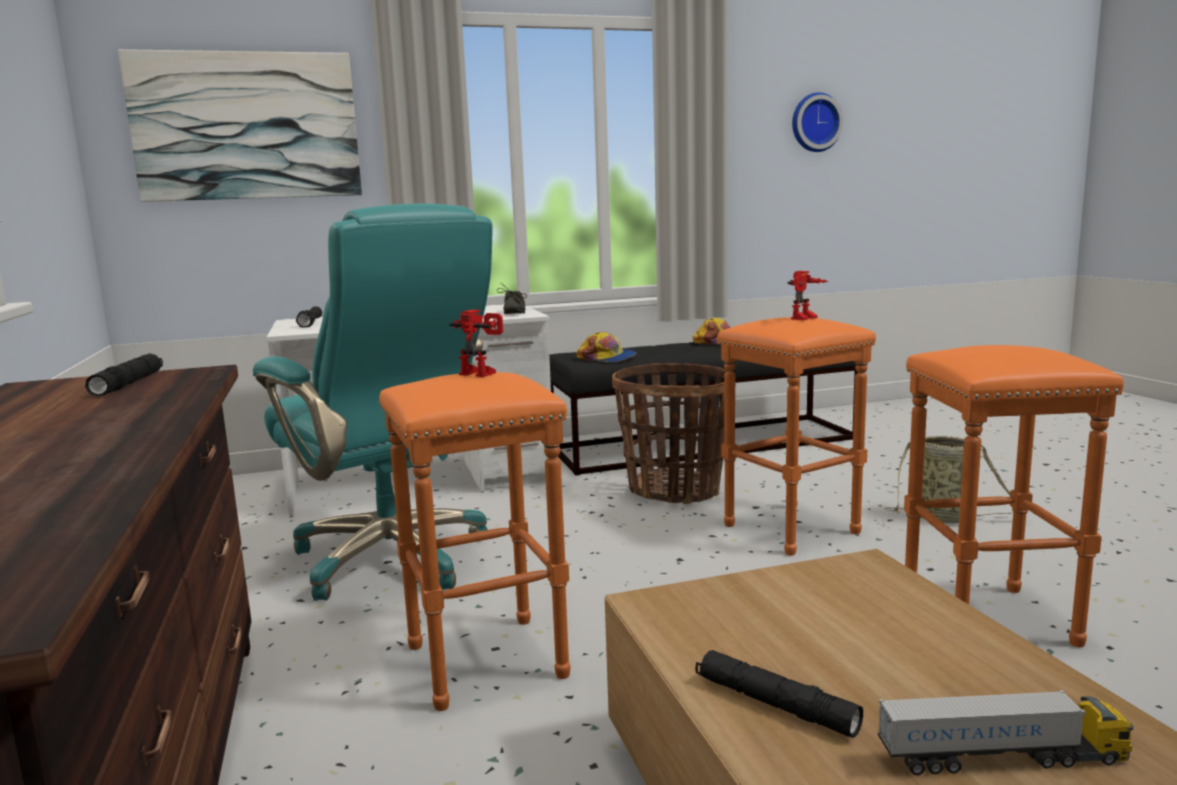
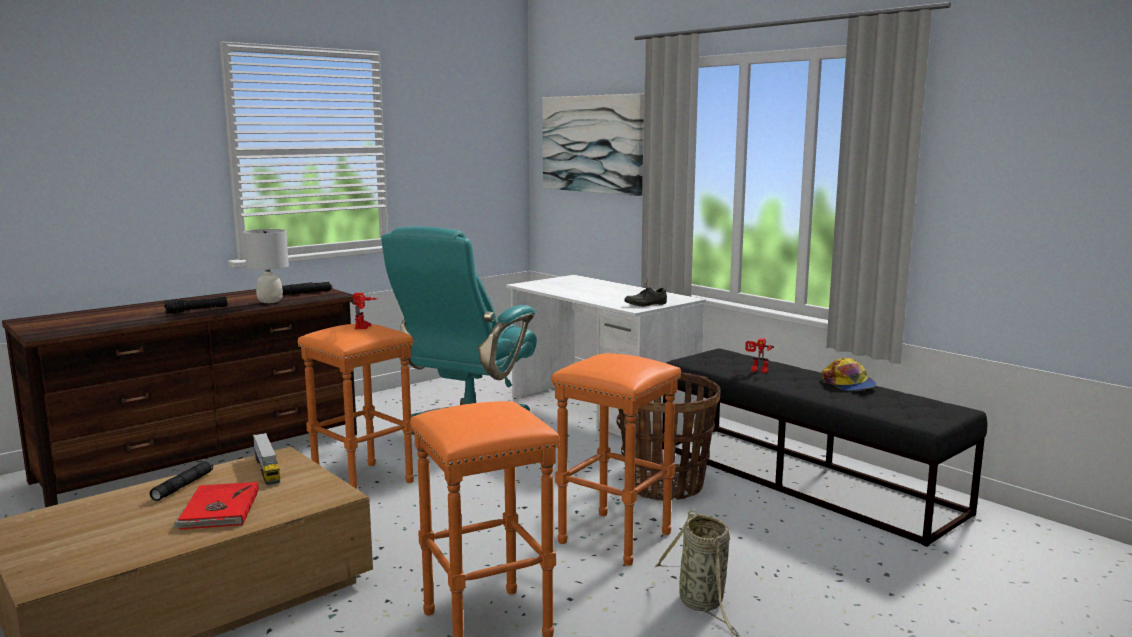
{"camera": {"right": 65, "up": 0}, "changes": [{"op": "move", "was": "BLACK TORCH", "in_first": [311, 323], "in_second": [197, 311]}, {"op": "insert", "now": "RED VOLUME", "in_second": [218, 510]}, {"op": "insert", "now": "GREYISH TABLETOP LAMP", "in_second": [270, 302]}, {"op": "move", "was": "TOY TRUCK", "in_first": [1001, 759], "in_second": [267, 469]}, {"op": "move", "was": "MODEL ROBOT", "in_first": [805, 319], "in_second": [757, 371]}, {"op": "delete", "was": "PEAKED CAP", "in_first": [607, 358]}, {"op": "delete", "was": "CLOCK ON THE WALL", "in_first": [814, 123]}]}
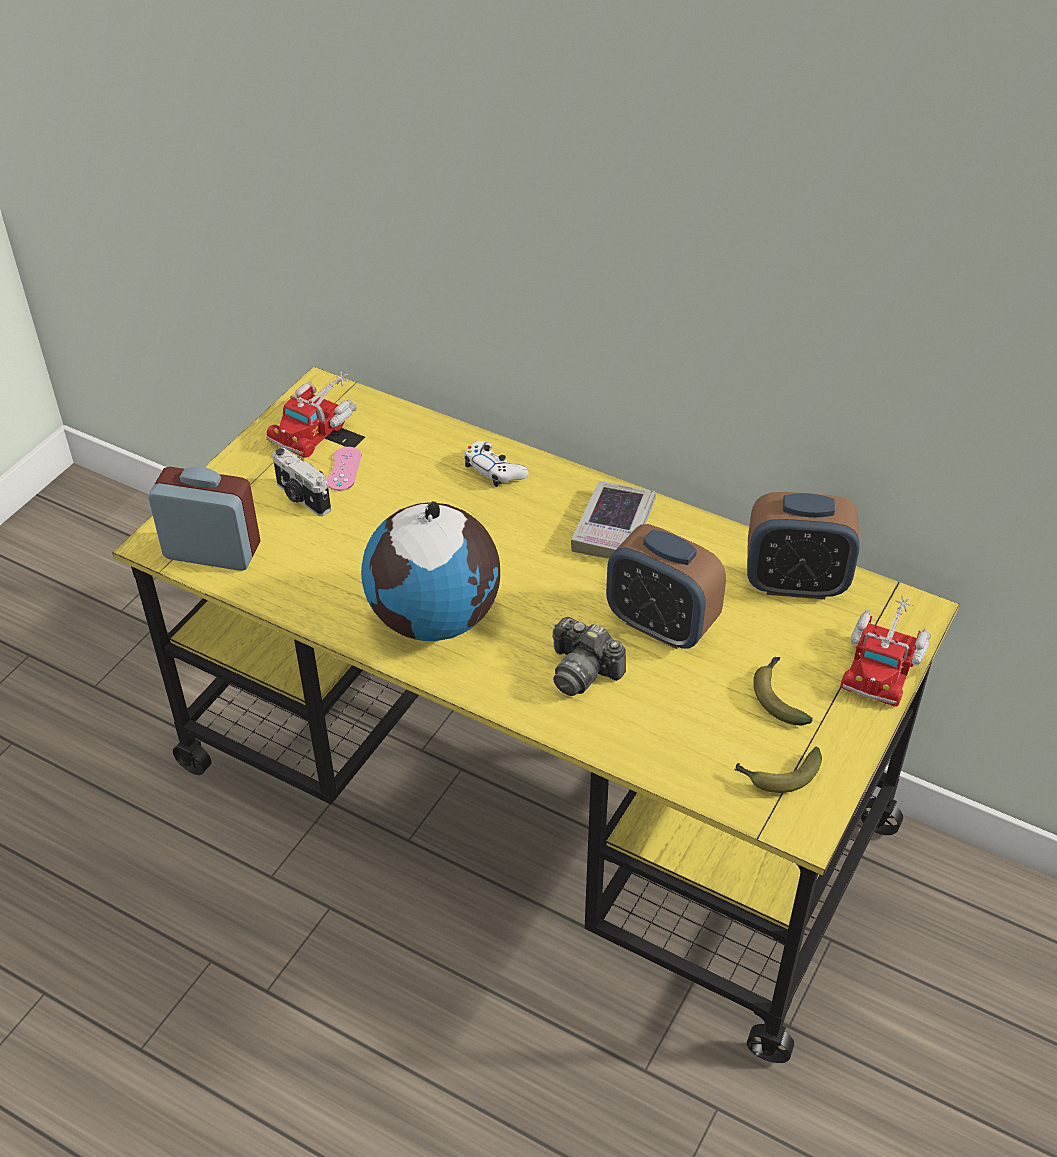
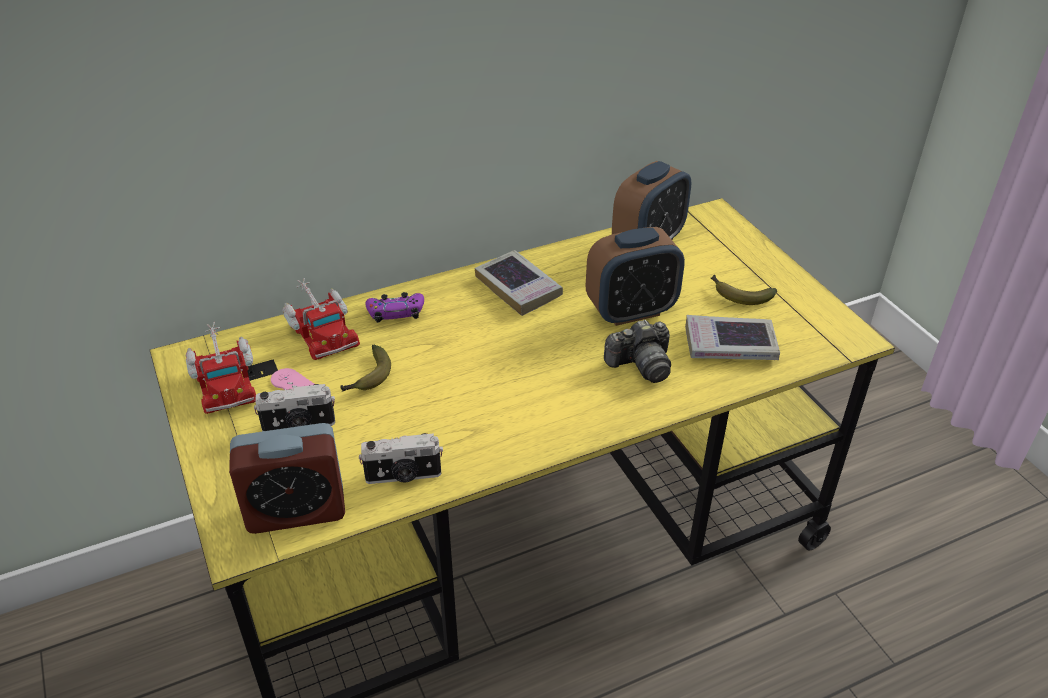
{"camera": {"right": -55, "up": -5}, "changes": [{"op": "rotate", "was": "TABLE CLOCK", "in_first": [212, 551], "in_second": [296, 511], "clockwise": -150}, {"op": "move", "was": "TOY TRUCK", "in_first": [883, 661], "in_second": [321, 329]}, {"op": "move", "was": "BANANA FRUIT", "in_first": [778, 776], "in_second": [368, 378]}, {"op": "insert", "now": "STILL CAMERA", "in_second": [403, 476]}, {"op": "recolor", "was": "WHITE-COLOURED GAMEPAD", "now": "PURPLISH GAMEPAD", "in_first": [494, 470], "in_second": [396, 312]}, {"op": "insert", "now": "VOLUME", "in_second": [730, 345]}, {"op": "delete", "was": "GLOBE", "in_first": [436, 618]}]}
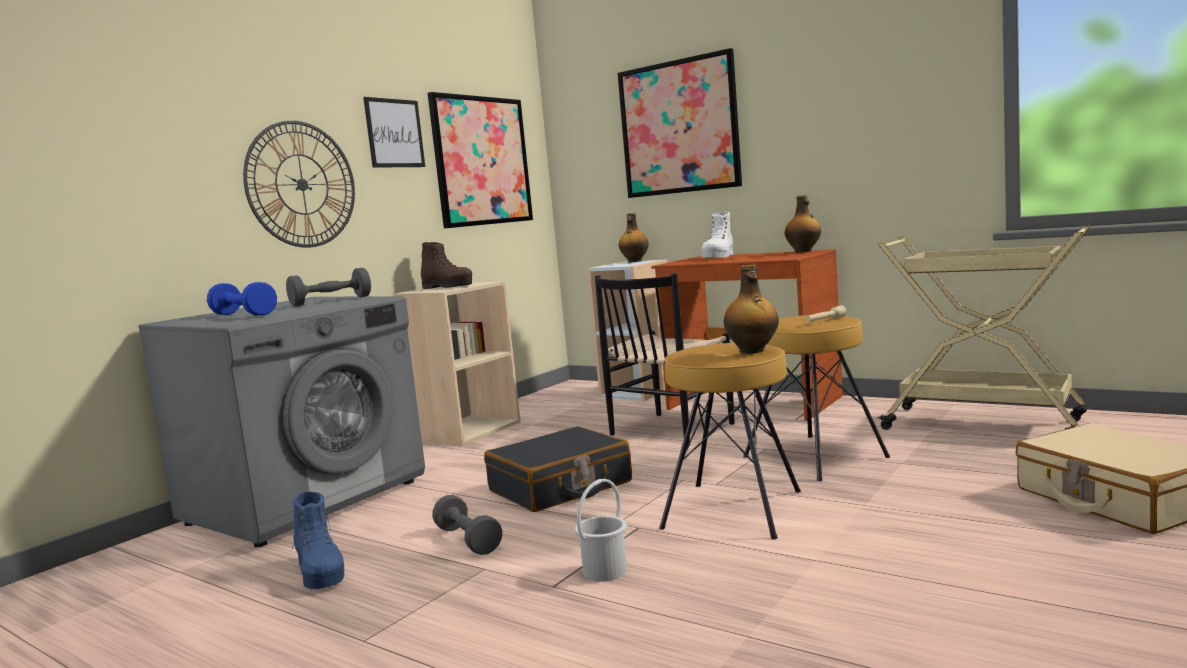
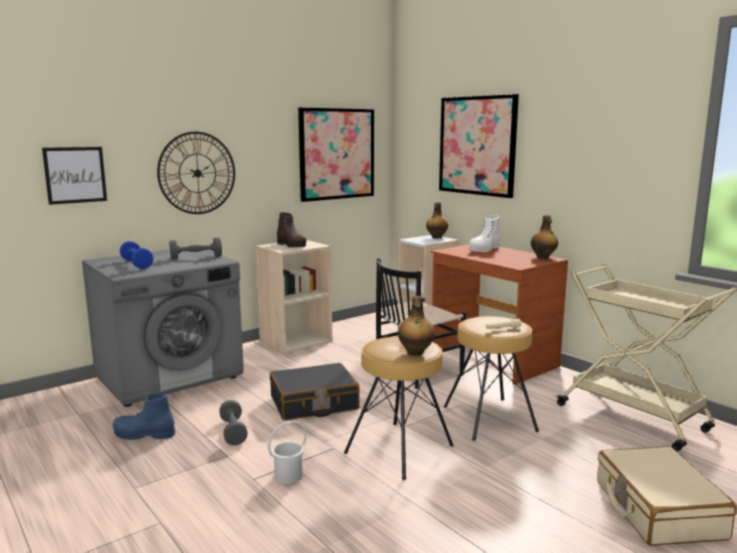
{"camera": {"right": 15, "up": 5}, "changes": [{"op": "move", "was": "PICTURE", "in_first": [394, 133], "in_second": [75, 175]}, {"op": "rotate", "was": "BLUE-COLOURED TALL BOOT", "in_first": [321, 573], "in_second": [144, 434], "clockwise": 105}]}
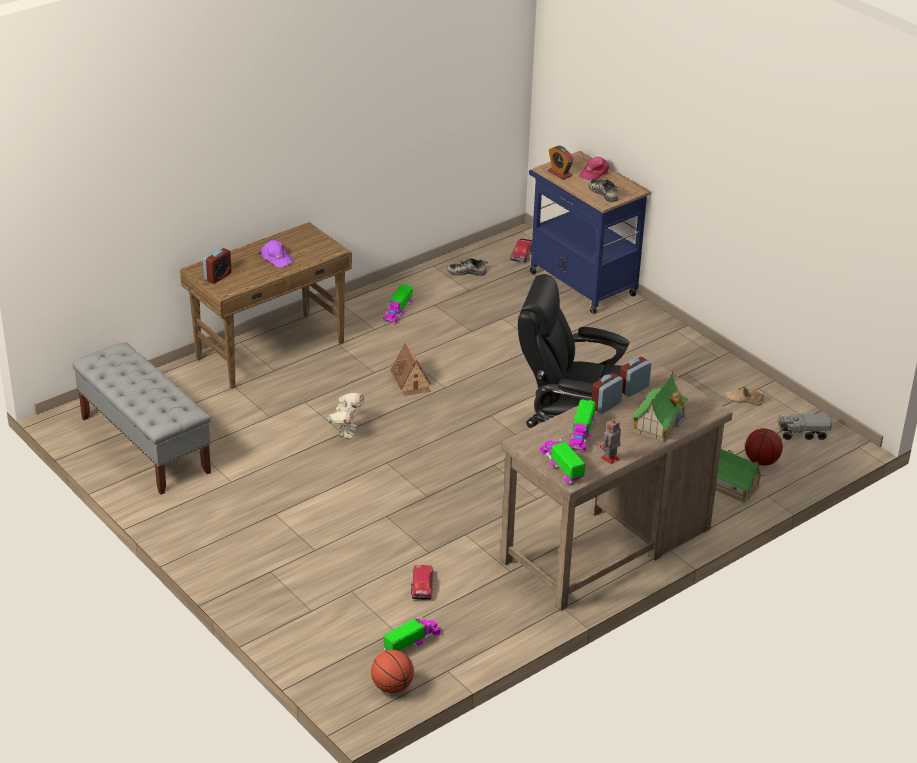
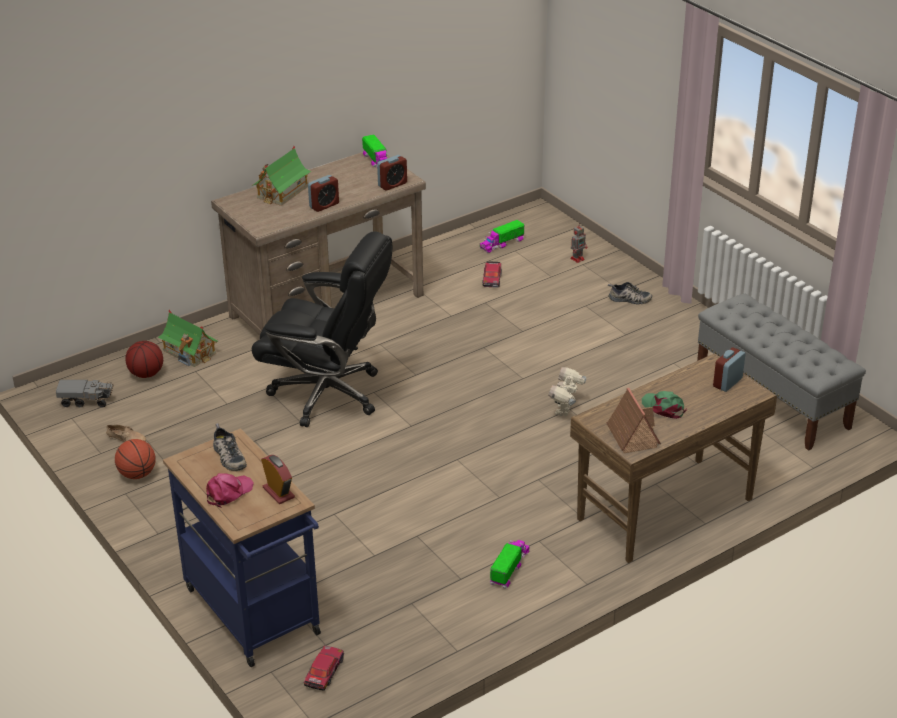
{"camera": {"right": -175, "up": 0}, "changes": [{"op": "move", "was": "BASKETBALL BALL", "in_first": [392, 687], "in_second": [137, 474]}, {"op": "move", "was": "TABLE CLOCK", "in_first": [633, 389], "in_second": [392, 184]}, {"op": "move", "was": "MODEL ROBOT", "in_first": [609, 459], "in_second": [578, 258]}, {"op": "move", "was": "MINIATURE HOUSE", "in_first": [411, 382], "in_second": [631, 436]}, {"op": "move", "was": "LOW SHOE", "in_first": [467, 271], "in_second": [629, 299]}, {"op": "recolor", "was": "PURPLISH PEAKED CAP", "now": "GREEN PEAKED CAP", "in_first": [276, 258], "in_second": [663, 407]}, {"op": "delete", "was": "TOY TRUCK", "in_first": [581, 435]}]}
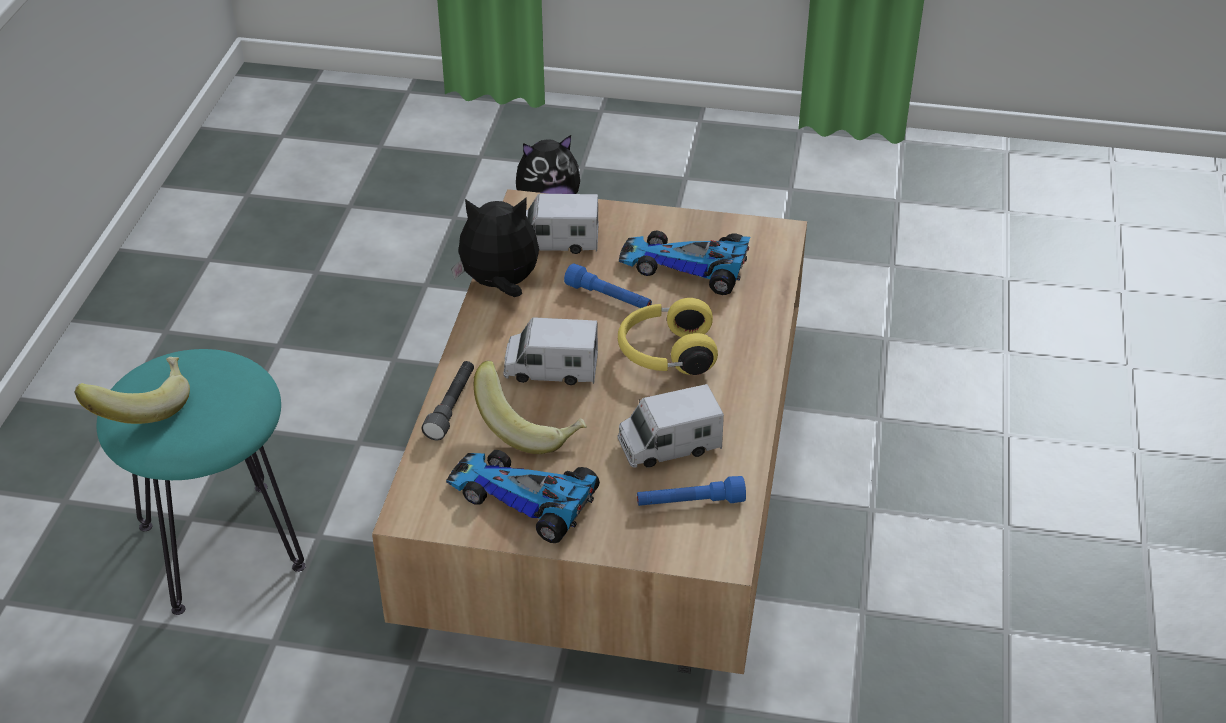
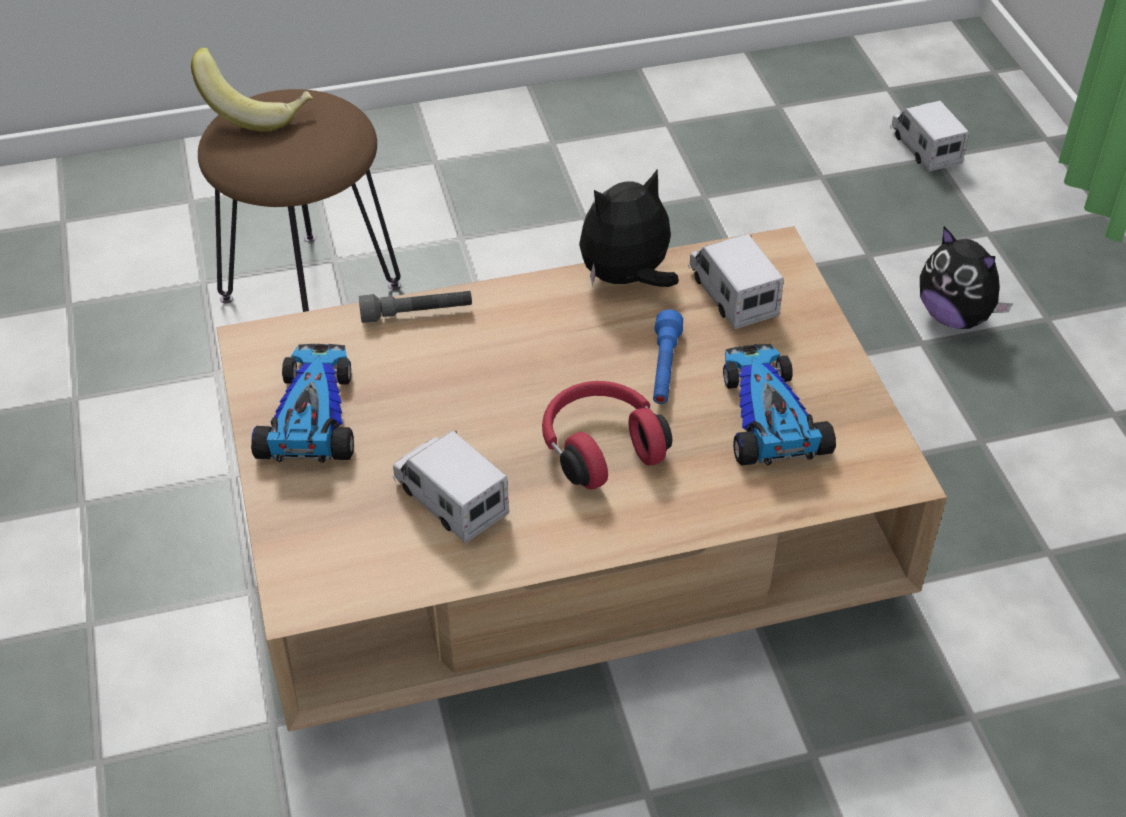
{"camera": {"right": 65, "up": 5}, "changes": [{"op": "recolor", "was": "TURQUOISE-COLOURED STOOL", "now": "BROWN STOOL", "in_first": [222, 546], "in_second": [311, 292]}, {"op": "recolor", "was": "YELLOW HEADSET", "now": "RED HEADSET", "in_first": [665, 354], "in_second": [600, 446]}, {"op": "rotate", "was": "CUDDLY TOY", "in_first": [500, 285], "in_second": [626, 279], "clockwise": -90}, {"op": "move", "was": "TOY TRUCK", "in_first": [551, 369], "in_second": [925, 148]}, {"op": "delete", "was": "BANANA FRUIT", "in_first": [530, 427]}, {"op": "delete", "was": "BLUE-COLOURED TORCH", "in_first": [690, 503]}]}
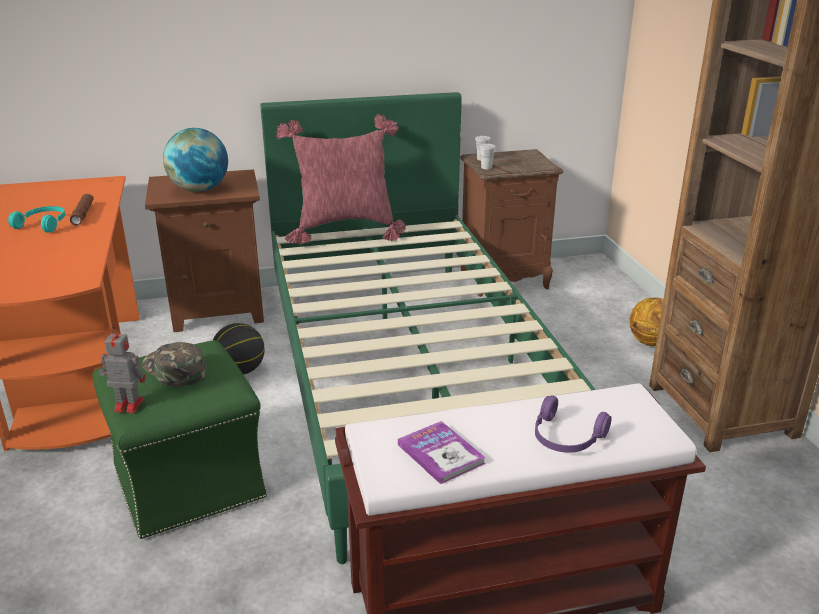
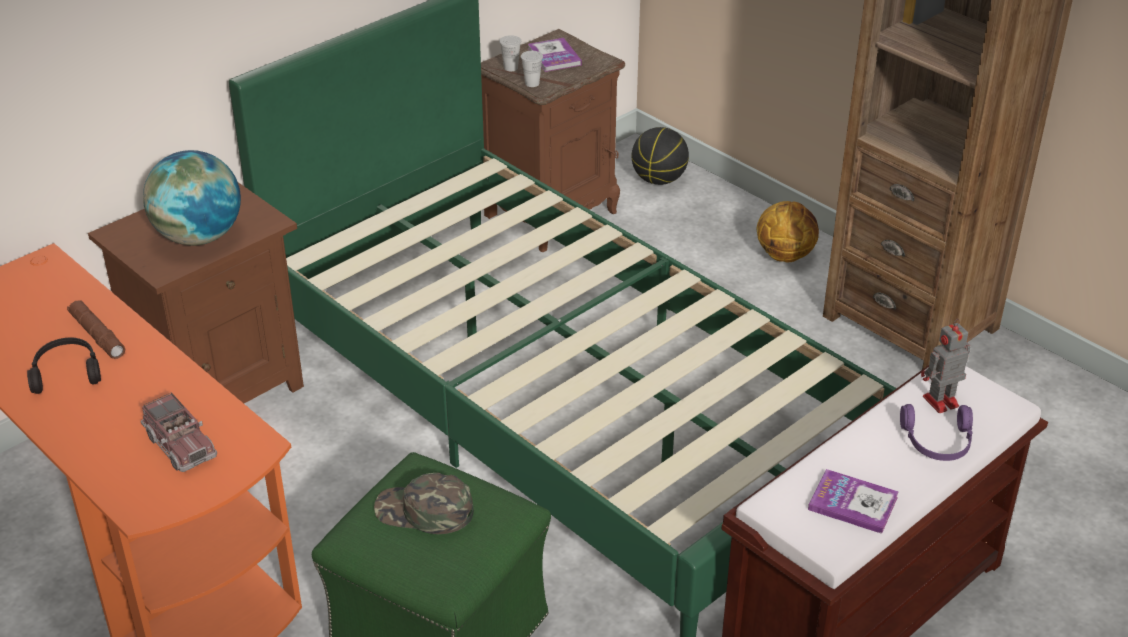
{"camera": {"right": -30, "up": 10}, "changes": [{"op": "recolor", "was": "TURQUOISE-COLOURED HEADSET", "now": "BLACK HEADSET", "in_first": [43, 224], "in_second": [66, 372]}, {"op": "insert", "now": "TOY TRUCK", "in_second": [180, 445]}, {"op": "insert", "now": "VOLUME", "in_second": [554, 56]}, {"op": "move", "was": "BASKETBALL BALL", "in_first": [240, 371], "in_second": [658, 180]}, {"op": "move", "was": "MODEL ROBOT", "in_first": [127, 405], "in_second": [939, 402]}, {"op": "delete", "was": "RED THROW PILLOW", "in_first": [344, 237]}]}
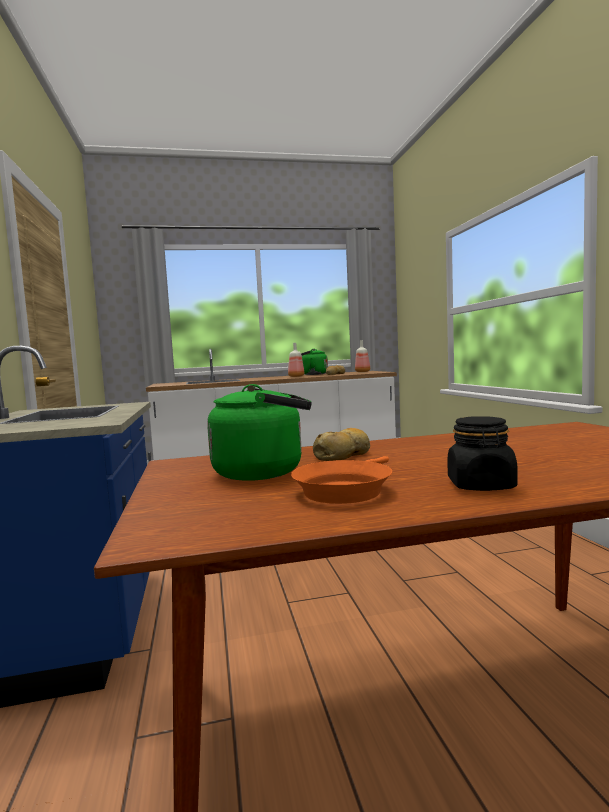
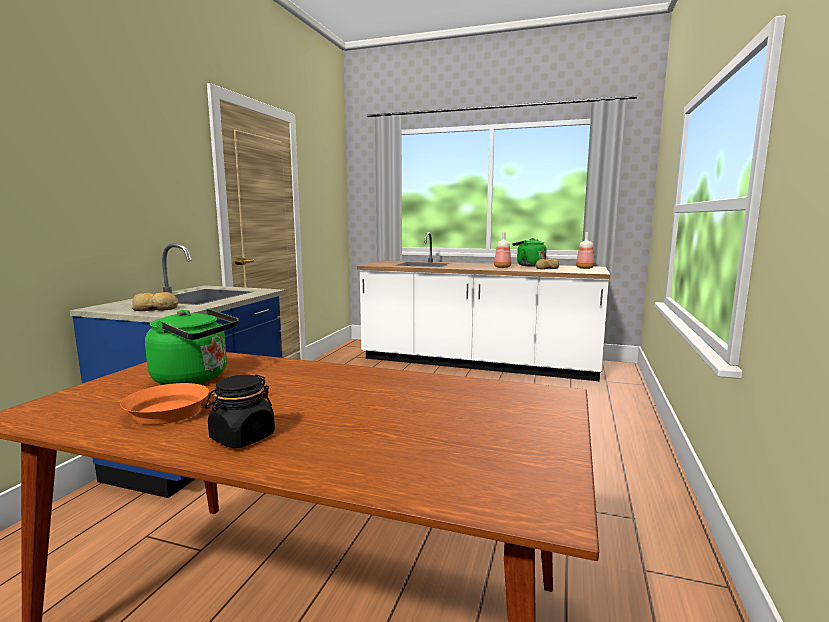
{"camera": {"right": 30, "up": 5}, "changes": [{"op": "move", "was": "BAKED BREAD", "in_first": [343, 455], "in_second": [156, 309]}]}
